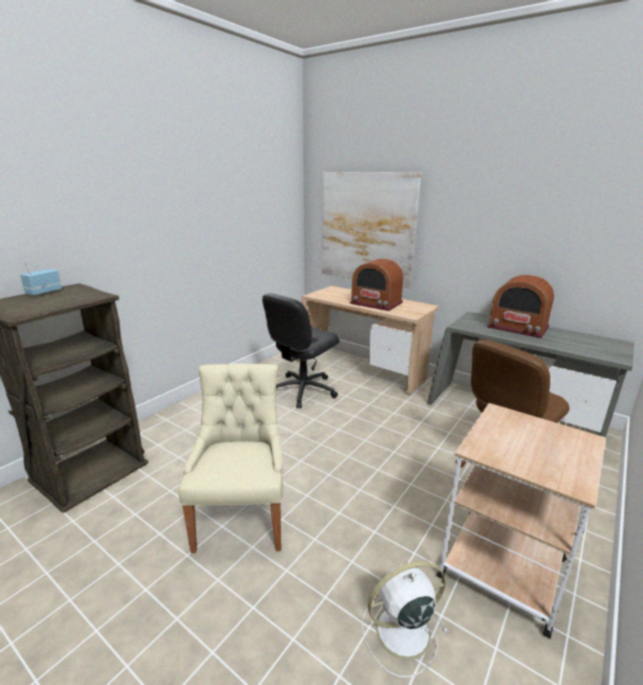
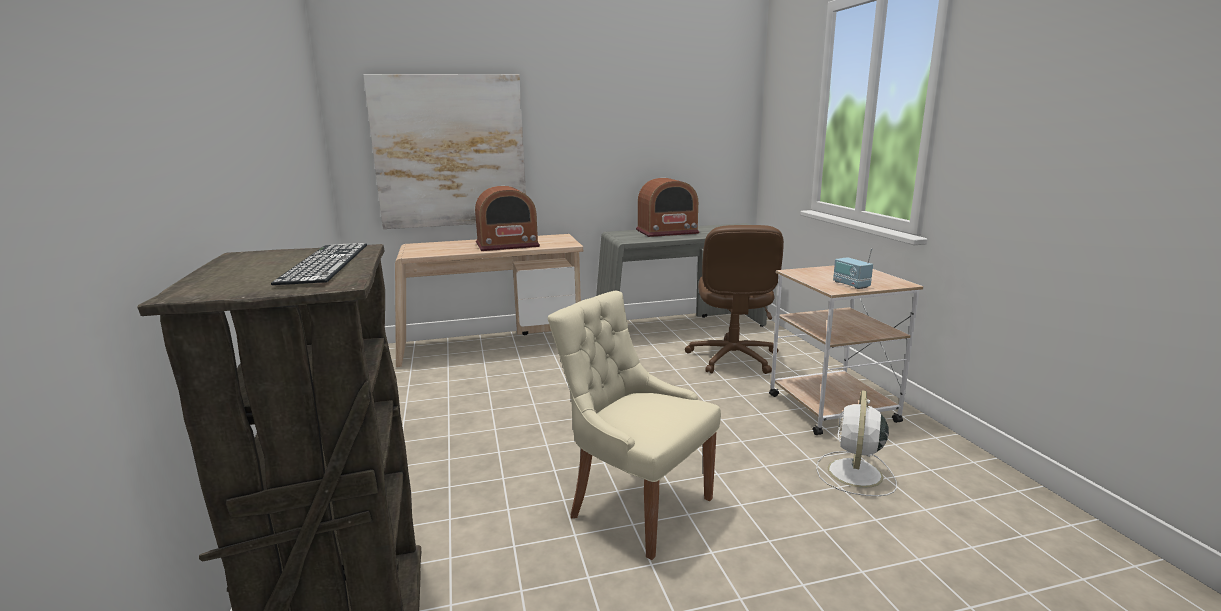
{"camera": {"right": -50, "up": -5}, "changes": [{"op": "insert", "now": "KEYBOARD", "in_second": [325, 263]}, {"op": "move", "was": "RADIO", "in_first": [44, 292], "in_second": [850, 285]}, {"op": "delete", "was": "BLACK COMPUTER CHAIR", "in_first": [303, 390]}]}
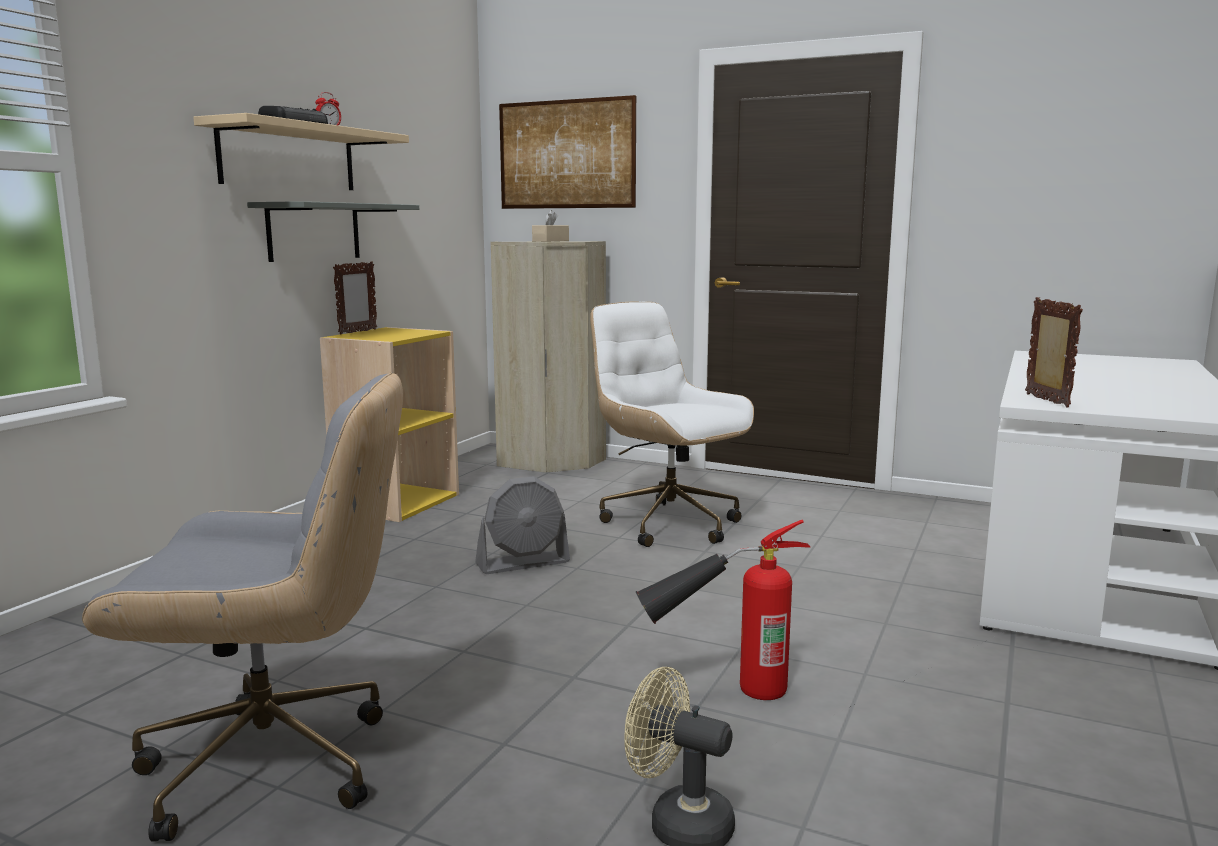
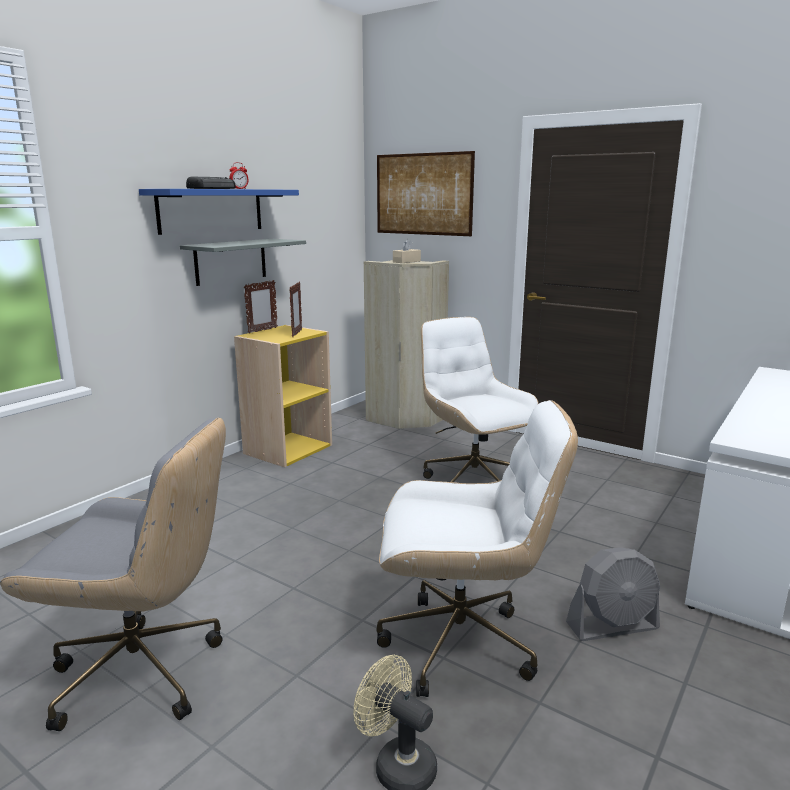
{"camera": {"right": 10, "up": 5}, "changes": [{"op": "recolor", "was": "BEIGE WALL SHELF", "now": "BLUE-COLOURED WALL SHELF", "in_first": [288, 157], "in_second": [211, 210]}, {"op": "move", "was": "PHOTO FRAME", "in_first": [1046, 401], "in_second": [296, 333]}, {"op": "replace", "was": "FIRE EXTINGUISHER", "now": "WHITE-COLOURED COMPUTER CHAIR", "in_first": [720, 692], "in_second": [463, 646]}, {"op": "move", "was": "GREYISH FAN", "in_first": [523, 563], "in_second": [612, 626]}]}
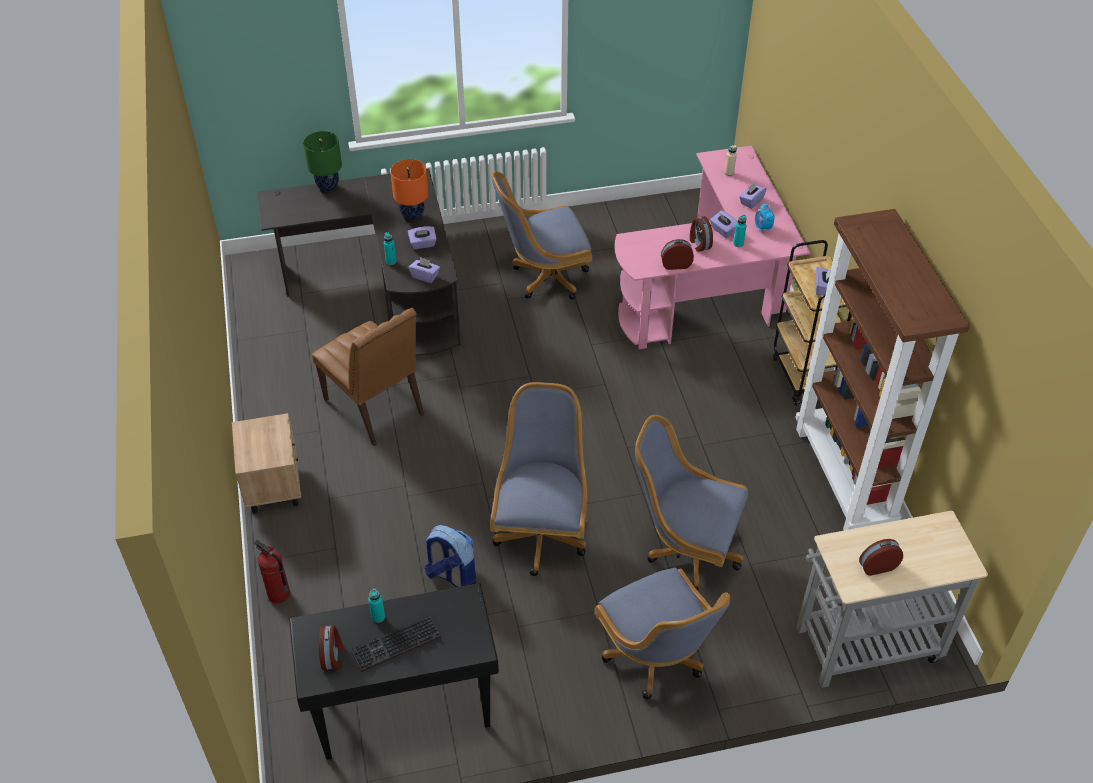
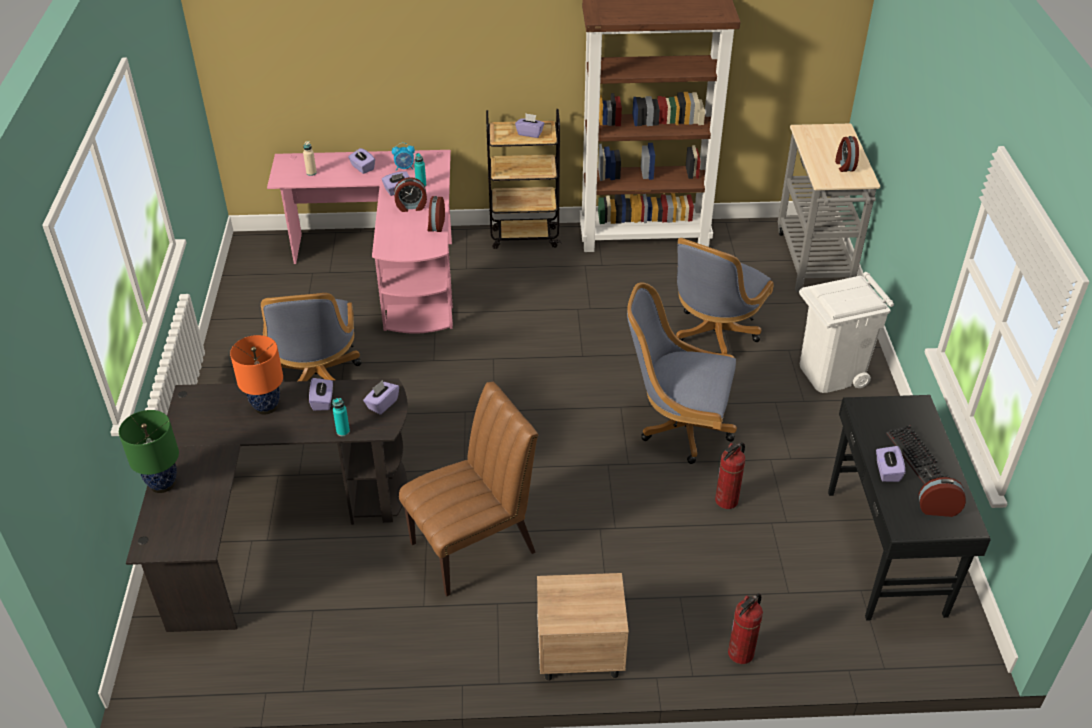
{"camera": {"right": -80, "up": -5}, "changes": [{"op": "replace", "was": "BACKPACK", "now": "FIRE EXTINGUISHER", "in_first": [451, 575], "in_second": [726, 501]}, {"op": "replace", "was": "BLUE-COLOURED COMPUTER CHAIR", "now": "WHITE-COLOURED RUBBISH BIN", "in_first": [658, 662], "in_second": [830, 373]}, {"op": "replace", "was": "TURQUOISE-COLOURED BEVERAGE BOTTLE", "now": "PURPLISH TISSUE BOX", "in_first": [378, 617], "in_second": [887, 471]}]}
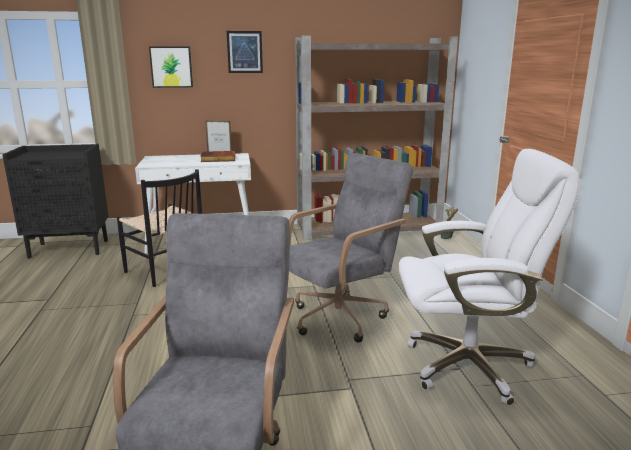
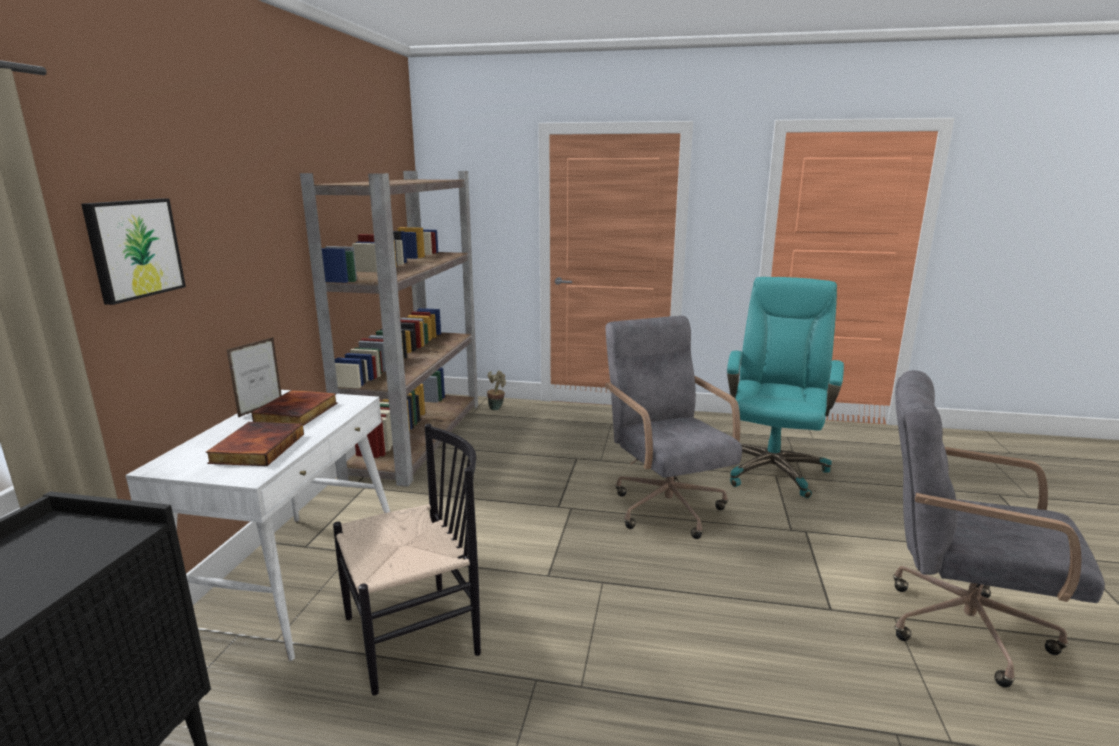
{"camera": {"right": -70, "up": 0}, "changes": [{"op": "insert", "now": "VOLUME", "in_second": [256, 448]}, {"op": "recolor", "was": "WHITE-COLOURED COMPUTER CHAIR", "now": "TURQUOISE-COLOURED COMPUTER CHAIR", "in_first": [465, 366], "in_second": [771, 472]}, {"op": "delete", "was": "PICTURE", "in_first": [244, 52]}]}
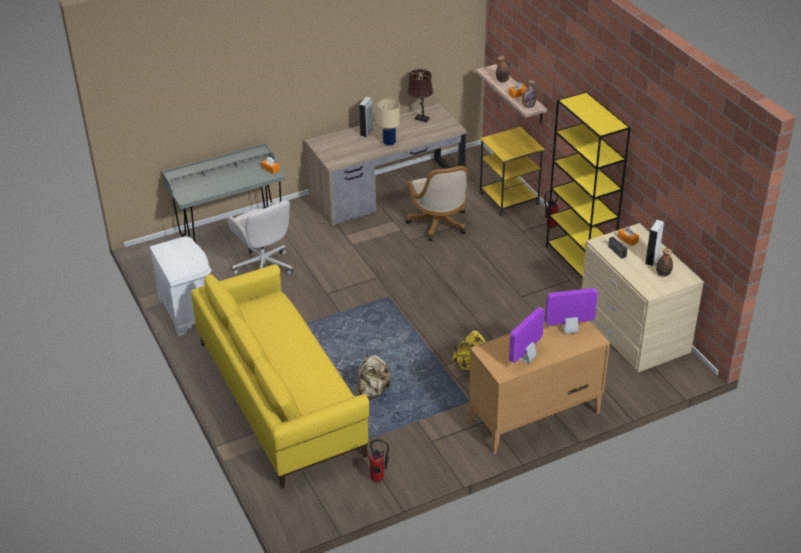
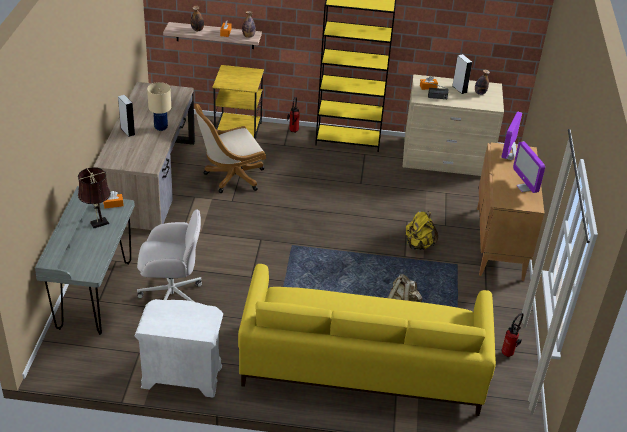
{"camera": {"right": -60, "up": 0}, "changes": [{"op": "move", "was": "BROWN TABLETOP LAMP", "in_first": [420, 118], "in_second": [97, 224]}, {"op": "rotate", "was": "COMPUTER CHAIR", "in_first": [439, 225], "in_second": [230, 178], "clockwise": 135}]}
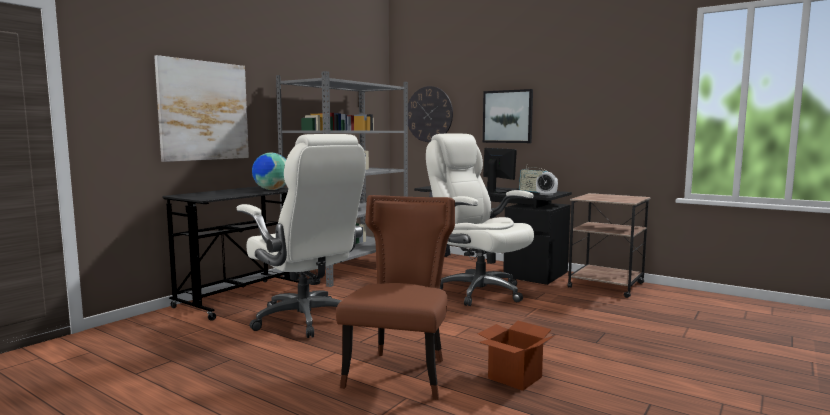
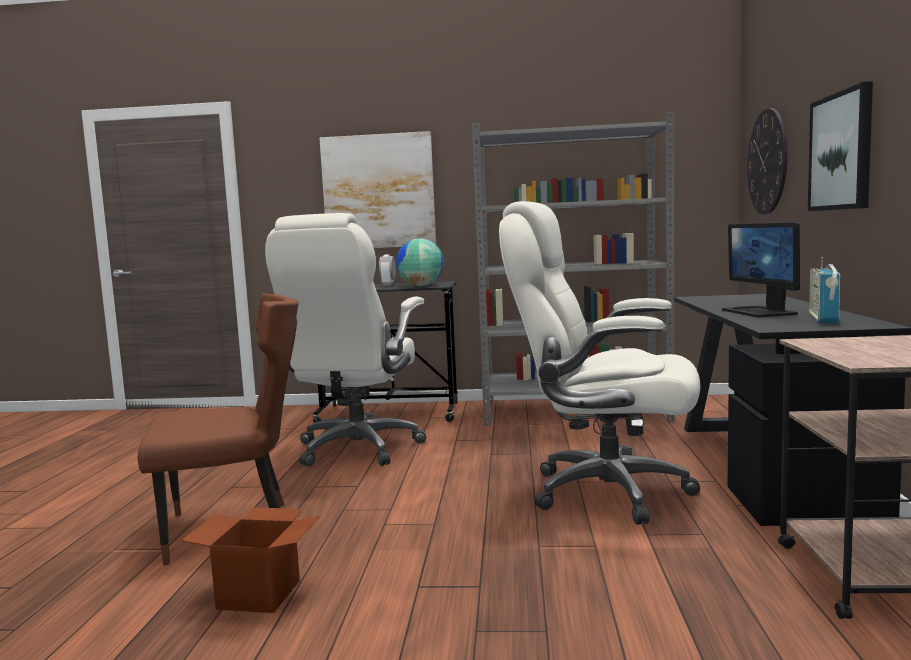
{"camera": {"right": 60, "up": 0}, "changes": [{"op": "move", "was": "TABLE CLOCK", "in_first": [546, 194], "in_second": [388, 284]}, {"op": "rotate", "was": "WHITE-COLOURED COMPUTER CHAIR", "in_first": [478, 292], "in_second": [605, 491], "clockwise": -90}, {"op": "rotate", "was": "COMPUTER SCREEN", "in_first": [498, 191], "in_second": [760, 312], "clockwise": 135}]}
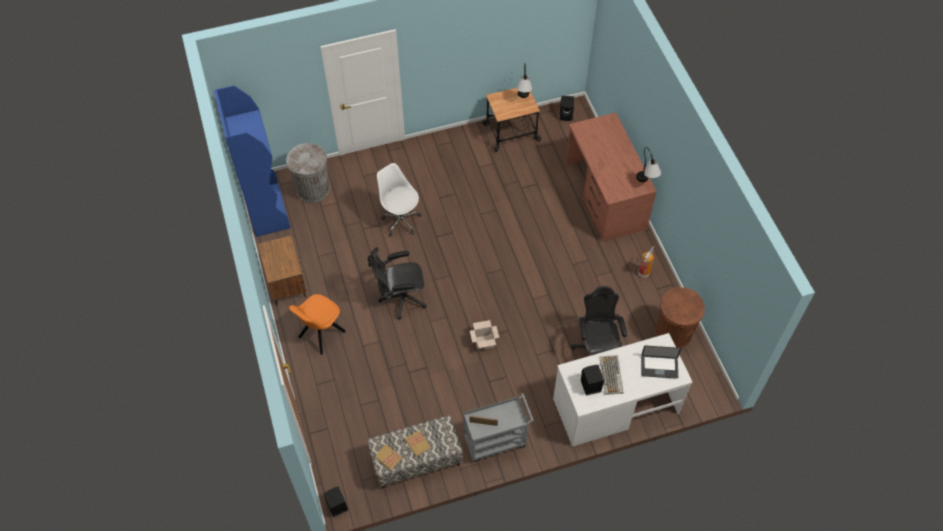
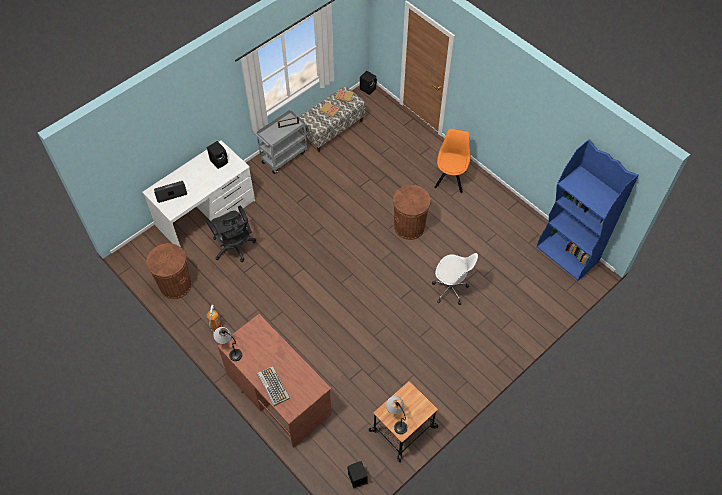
{"camera": {"right": 155, "up": 0}, "changes": [{"op": "move", "was": "KEYBOARD", "in_first": [611, 375], "in_second": [273, 386]}, {"op": "replace", "was": "COMPUTER CHAIR", "now": "BROWN RUBBISH BIN", "in_first": [400, 298], "in_second": [409, 227]}, {"op": "delete", "was": "BROWN NIGHT TABLE", "in_first": [287, 283]}, {"op": "delete", "was": "GREYISH RUBBISH BIN", "in_first": [313, 189]}, {"op": "delete", "was": "PACKING BOX", "in_first": [483, 342]}]}
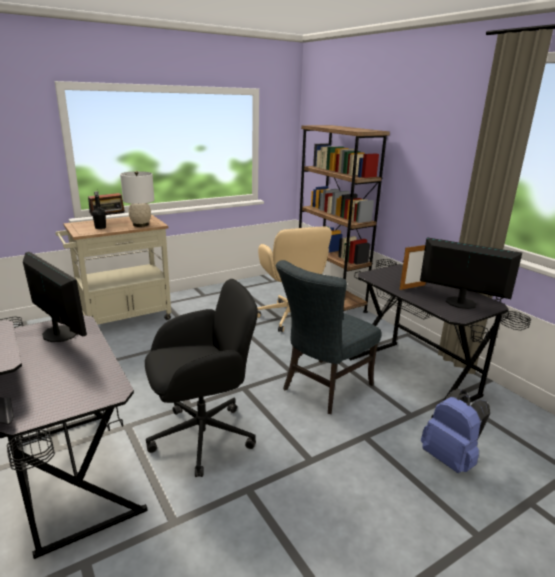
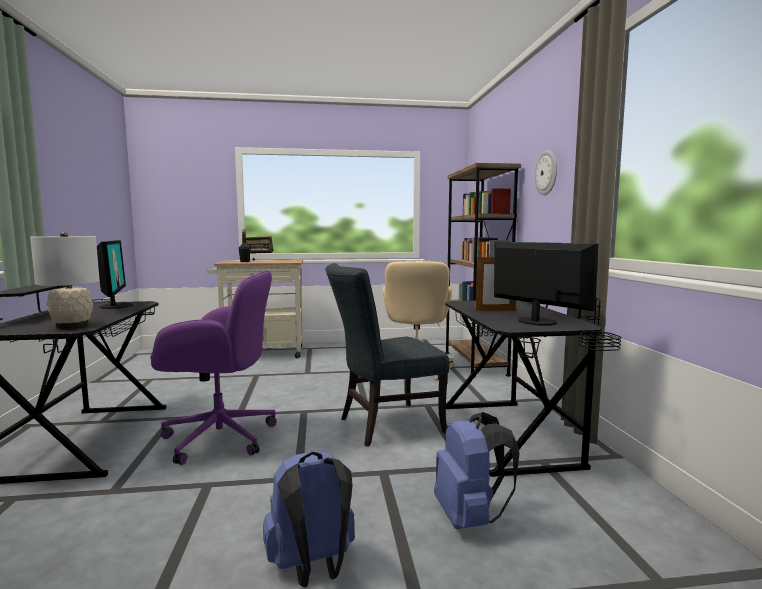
{"camera": {"right": 25, "up": -15}, "changes": [{"op": "move", "was": "WHITE-COLOURED TABLETOP LAMP", "in_first": [141, 225], "in_second": [72, 326]}, {"op": "recolor", "was": "BLACK COMPUTER CHAIR", "now": "PURPLISH COMPUTER CHAIR", "in_first": [202, 438], "in_second": [219, 438]}, {"op": "insert", "now": "BLUE-COLOURED BACKPACK", "in_second": [312, 568]}, {"op": "insert", "now": "CLOCK ON THE WALL", "in_second": [547, 173]}]}
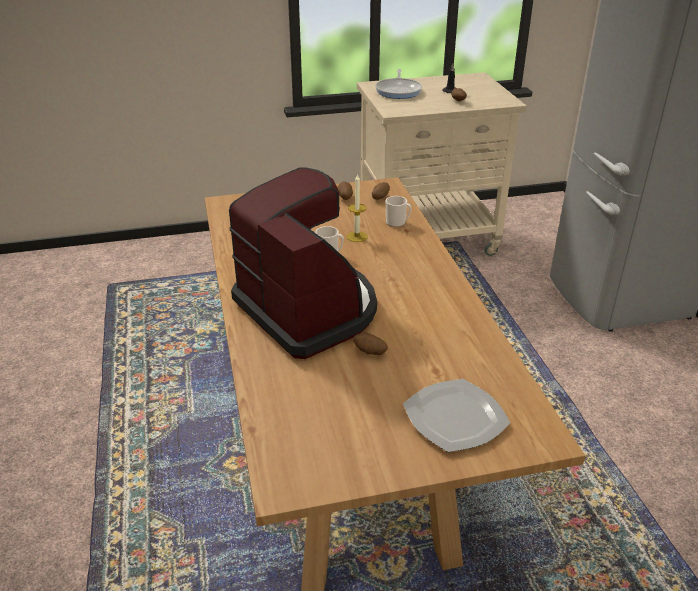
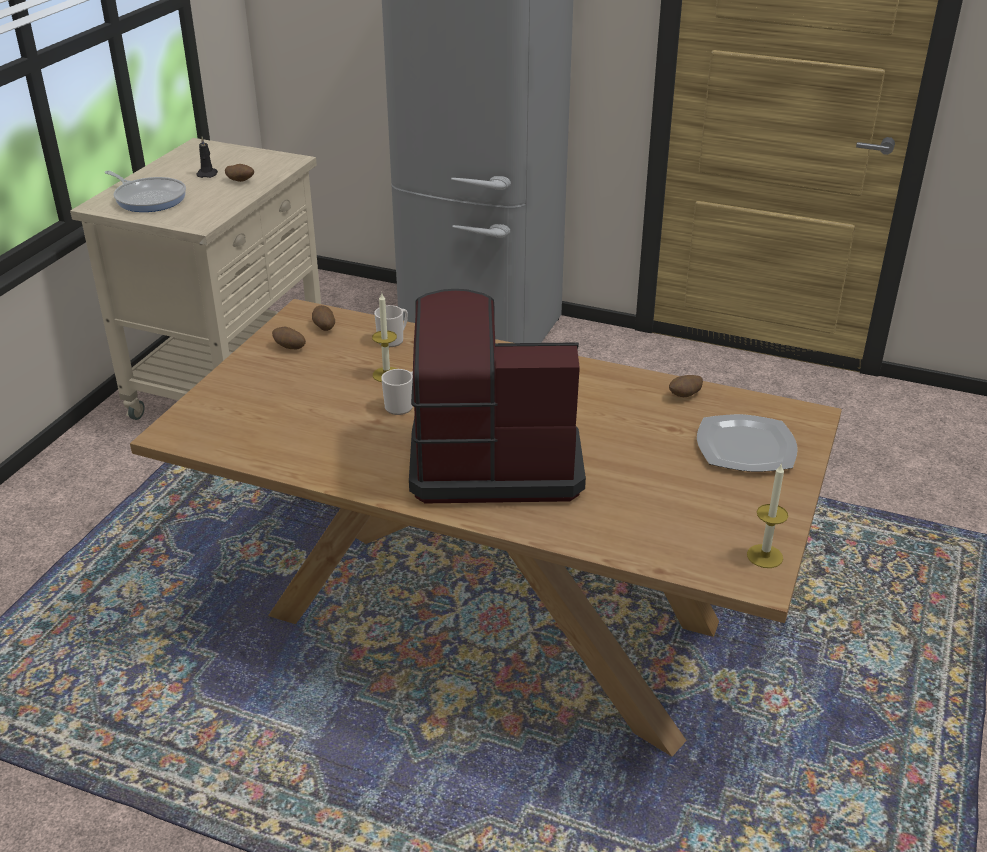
{"camera": {"right": -55, "up": 0}, "changes": [{"op": "move", "was": "WHOLE POTATO", "in_first": [370, 352], "in_second": [685, 396]}, {"op": "insert", "now": "WAX LIGHT", "in_second": [764, 556]}]}
